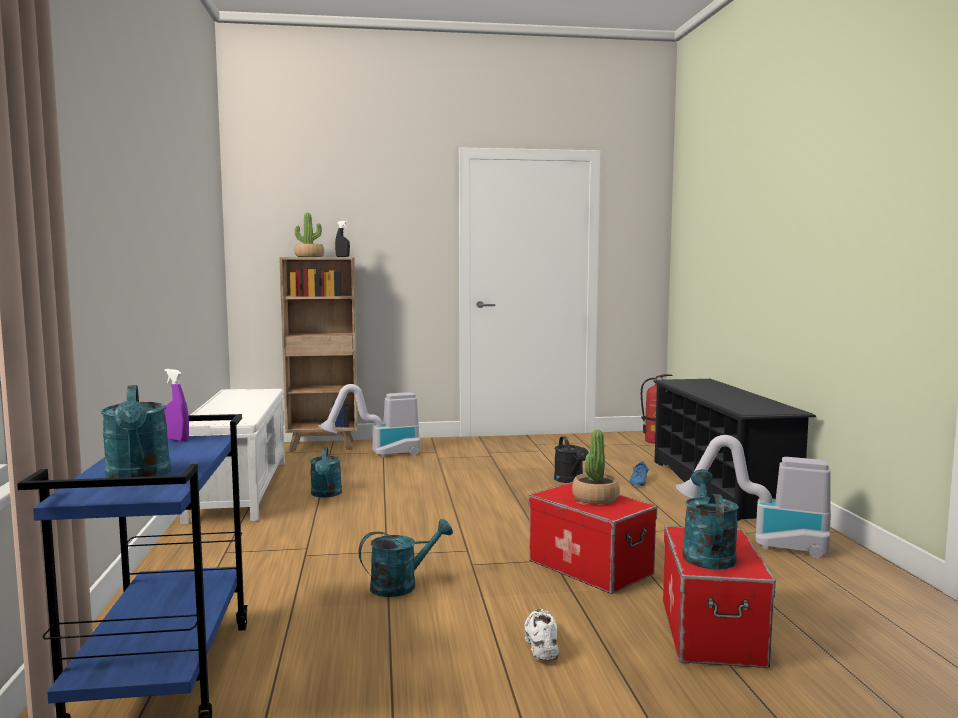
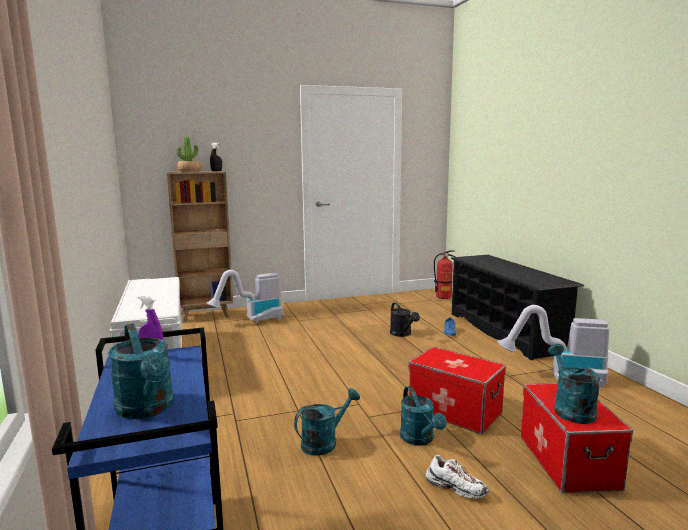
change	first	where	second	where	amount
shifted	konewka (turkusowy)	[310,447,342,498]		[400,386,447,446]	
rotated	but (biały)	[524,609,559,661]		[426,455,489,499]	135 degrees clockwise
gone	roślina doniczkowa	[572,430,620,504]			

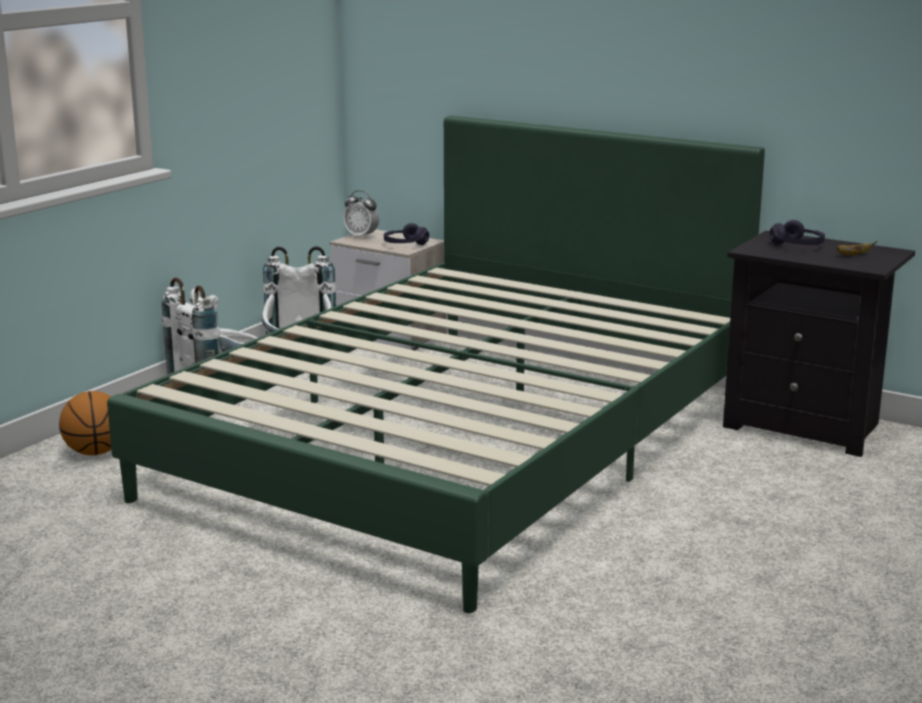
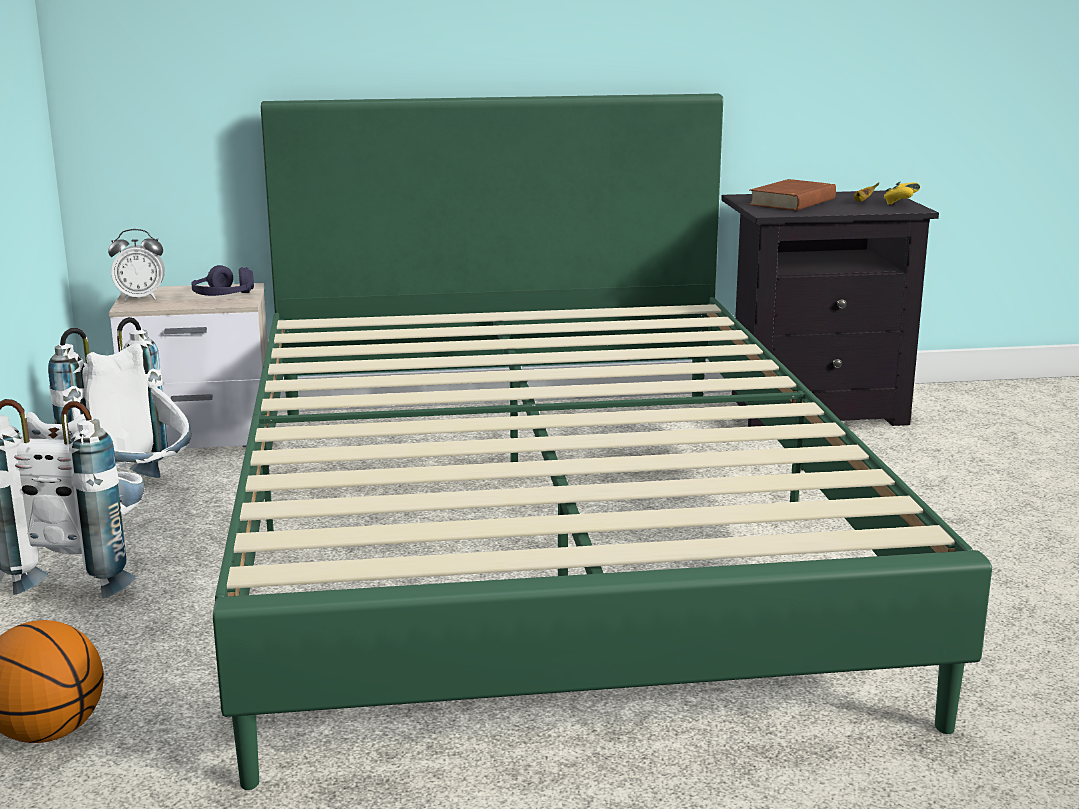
change	first	where	second	where	amount
swapped	słuchawki (fioletowy)	[769,220,825,245]	książka (brązowy)	[749,179,836,211]	
new			pad do gier (żółty)	[884,182,920,205]	

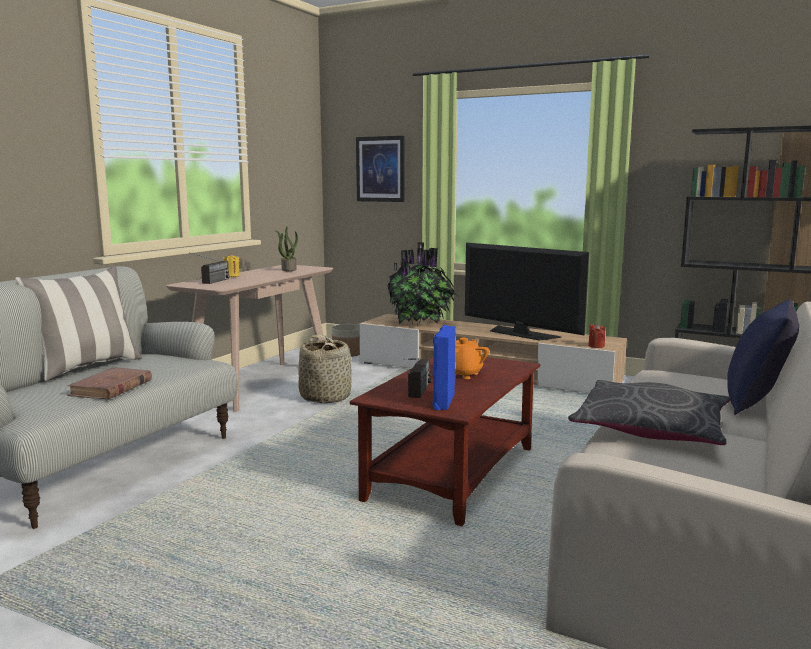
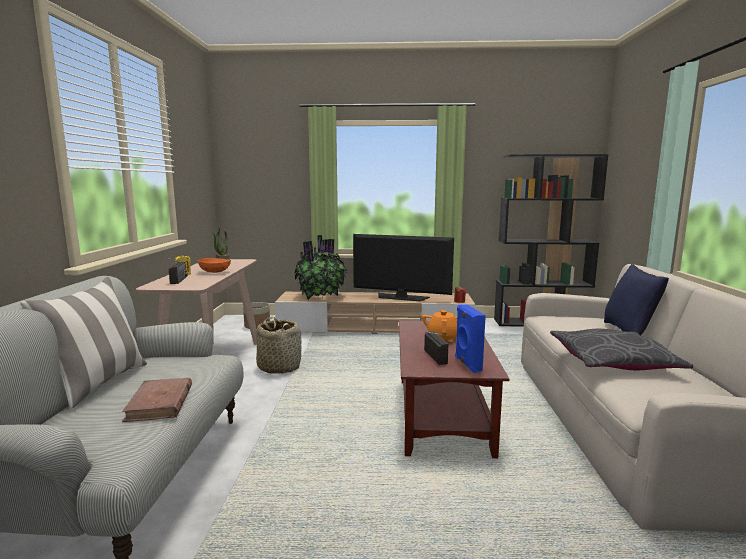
change	first	where	second	where	amount
gone	obraz	[356,136,405,202]			
new			miska (pomarańczowy)	[198,258,231,273]	

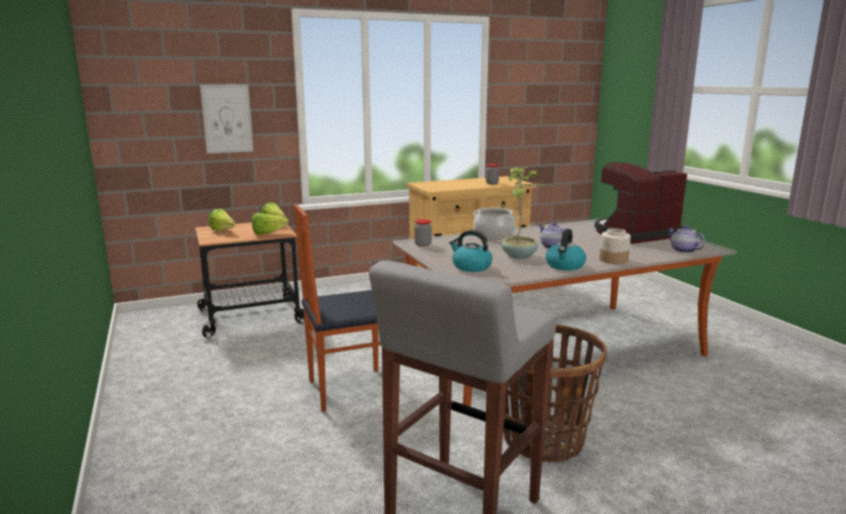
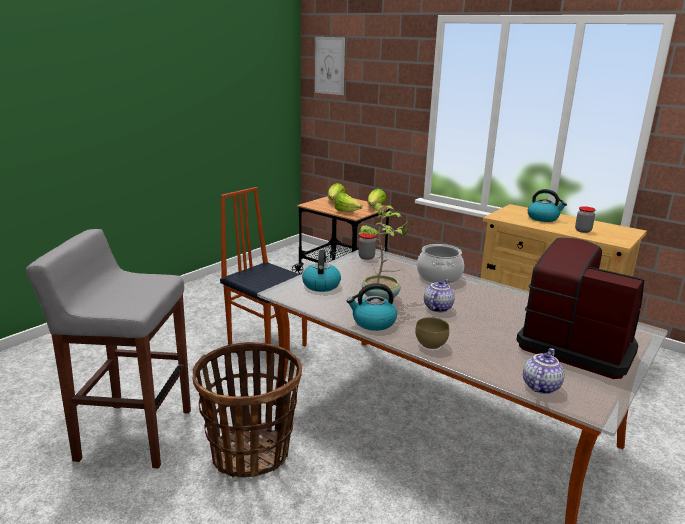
change	first	where	second	where	amount
shifted	obraz	[200,85,253,153]		[315,37,345,95]	
swapped	słoik	[599,228,631,264]	miska (brązowy)	[415,317,449,349]	
new			czajnik	[528,189,567,222]	

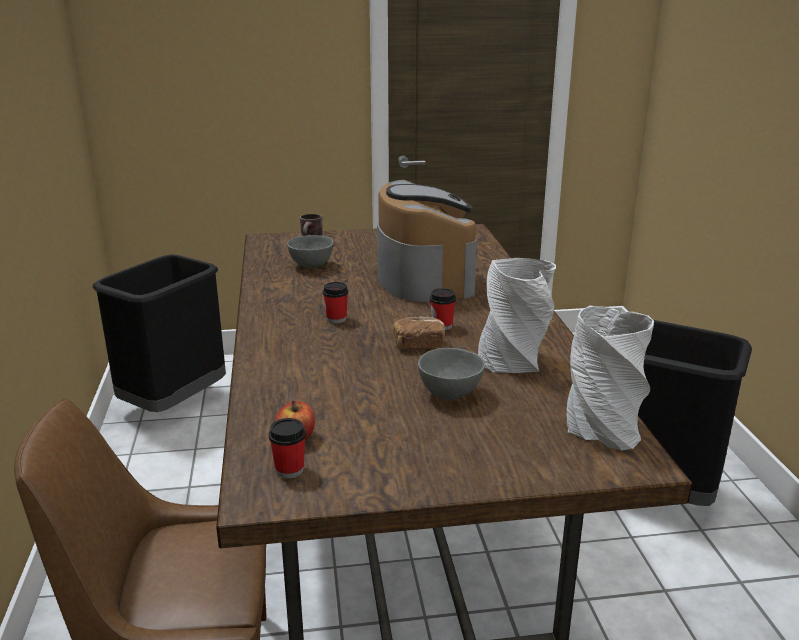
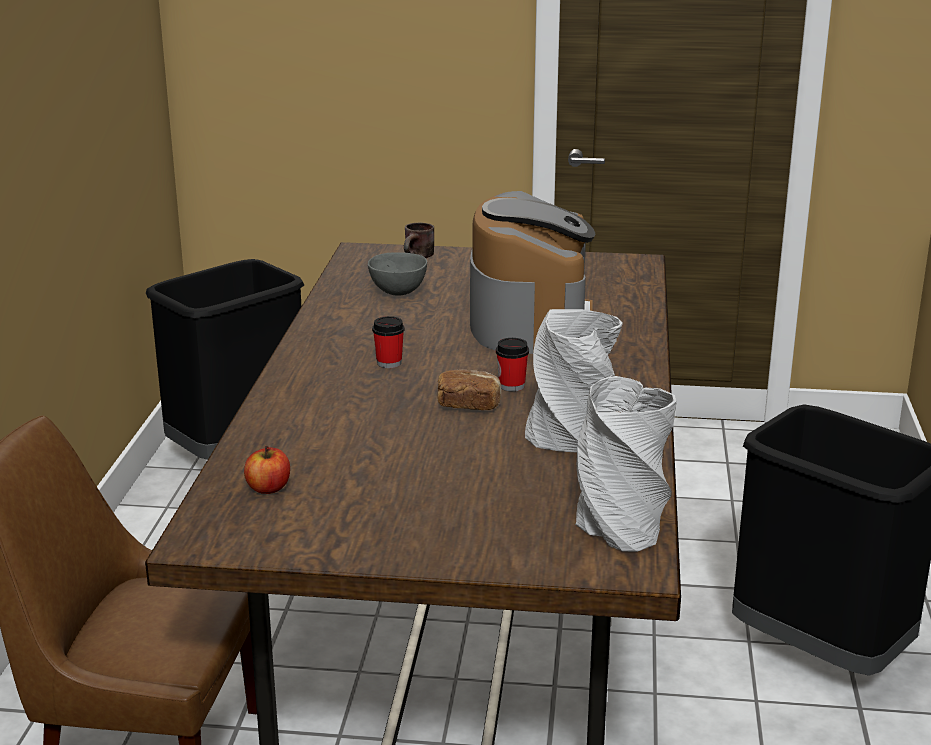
change	first	where	second	where	amount
gone	filiżanka	[269,418,306,478]			
gone	miska (szary)	[418,348,485,400]			

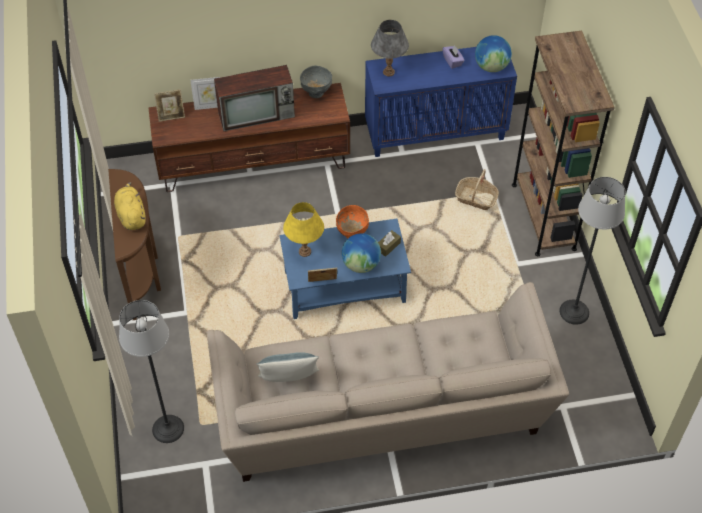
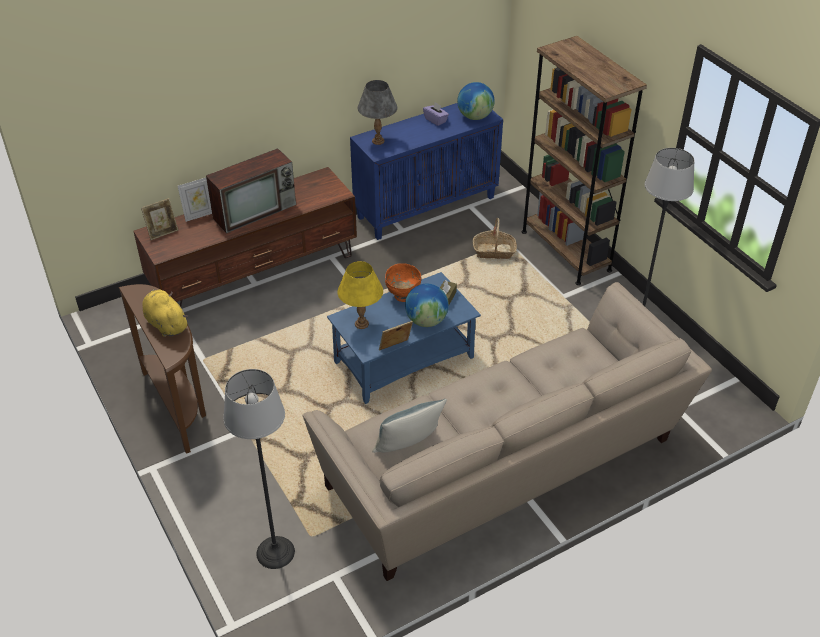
change	first	where	second	where	amount
gone	miska (szary)	[300,66,332,98]			

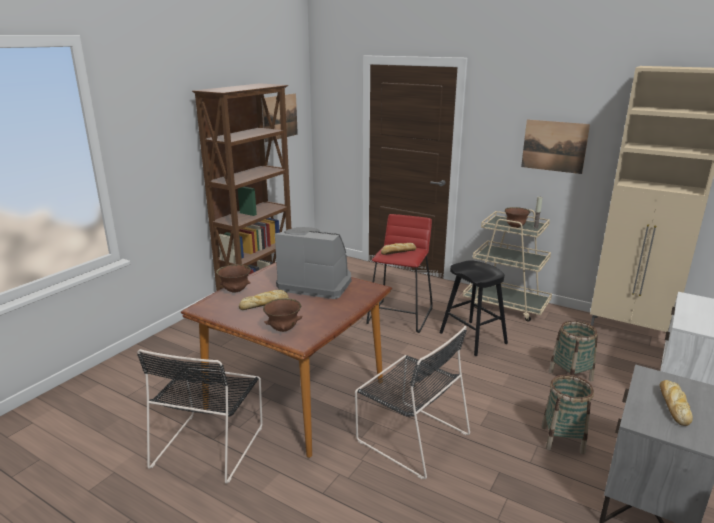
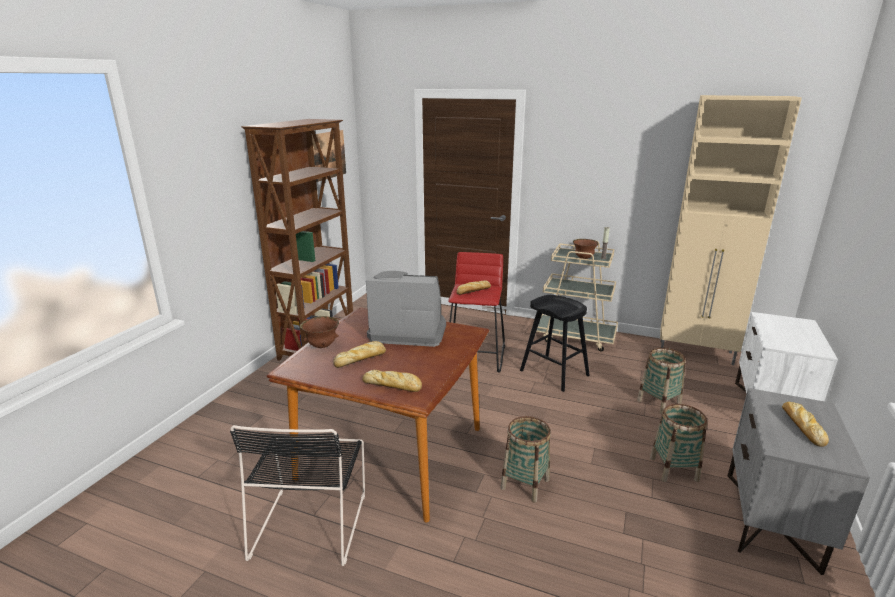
change	first	where	second	where	amount
swapped	miska (brązowy)	[263,298,303,332]	chleb	[362,370,422,392]	
swapped	krzesło (czarny)	[355,326,470,479]	koszyk	[501,416,551,503]	
gone	obraz	[521,119,590,174]			

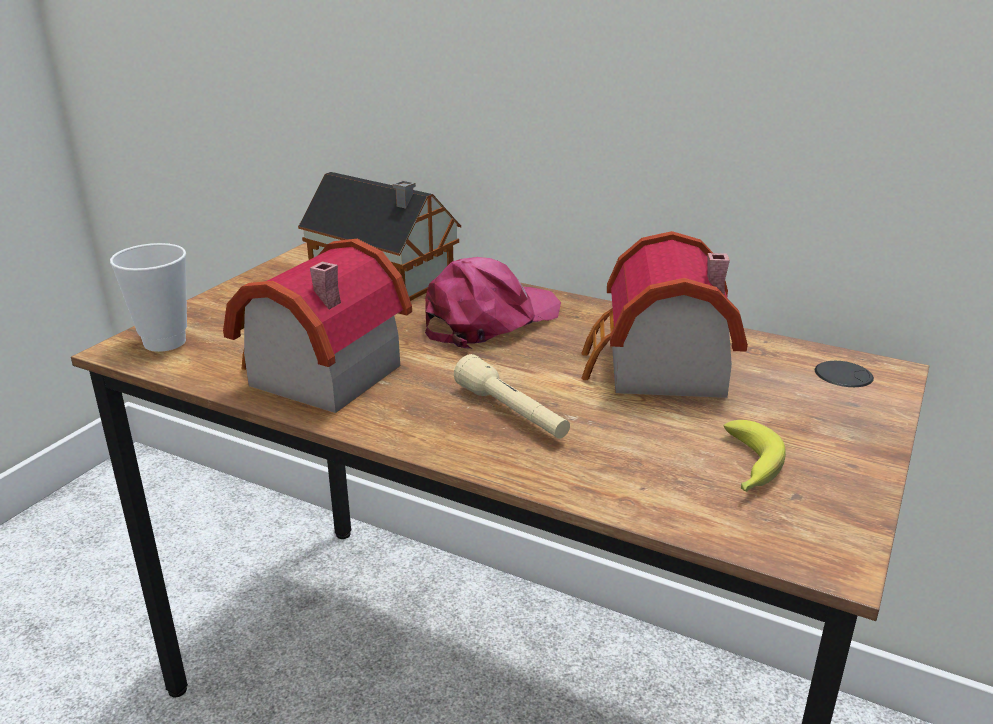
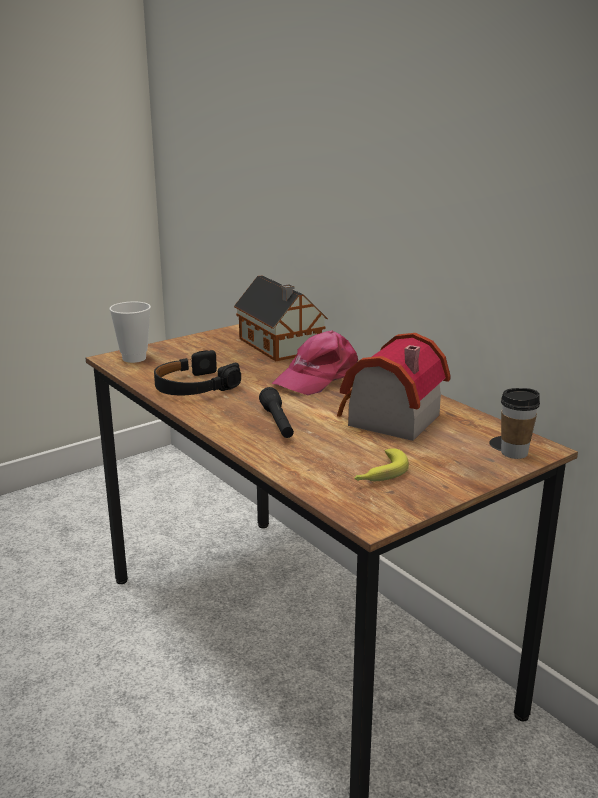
change	first	where	second	where	amount
swapped	domek	[223,239,412,413]	słuchawki (czarny)	[154,350,241,395]	
rotated	czapka z daszkiem (różowy)	[425,257,561,349]		[272,330,358,395]	150 degrees clockwise
repainted	latarka (beżowy)	[454,354,570,439]	latarka (czarny)	[259,387,294,438]	
new			filiżanka	[501,388,540,459]	

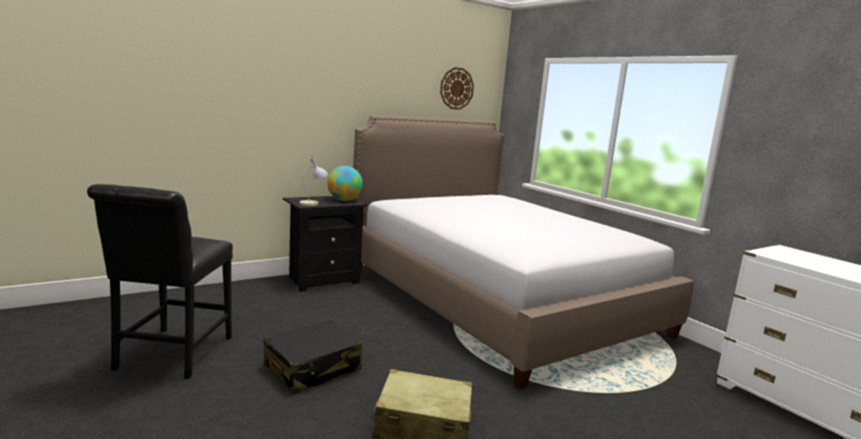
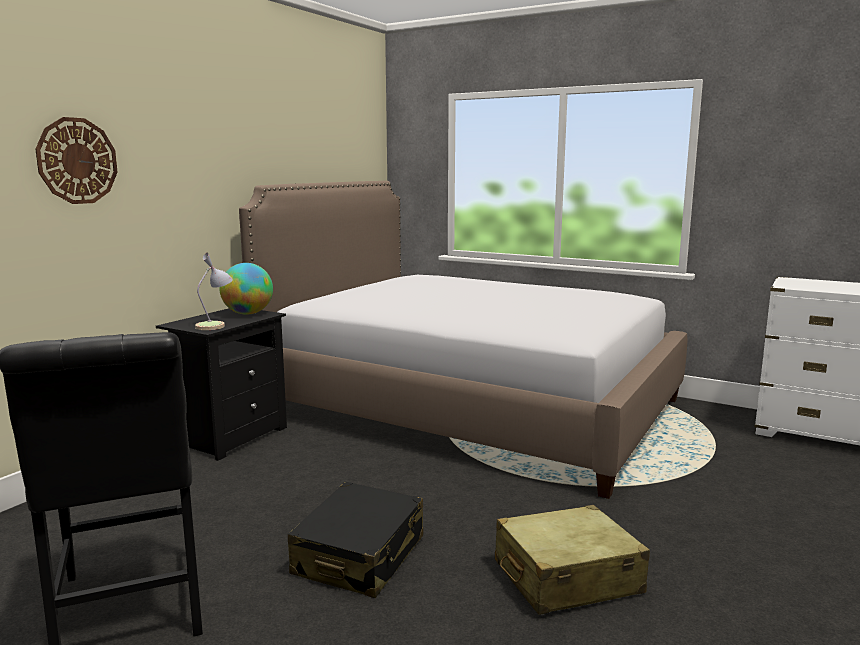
change	first	where	second	where	amount
shifted	zegar ścienny	[440,67,474,110]		[35,117,118,204]	

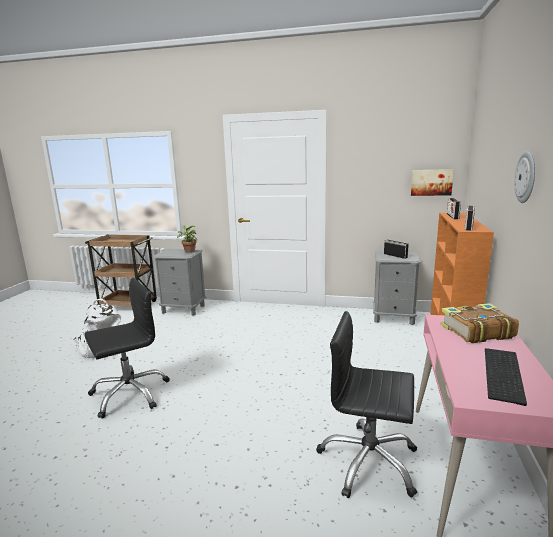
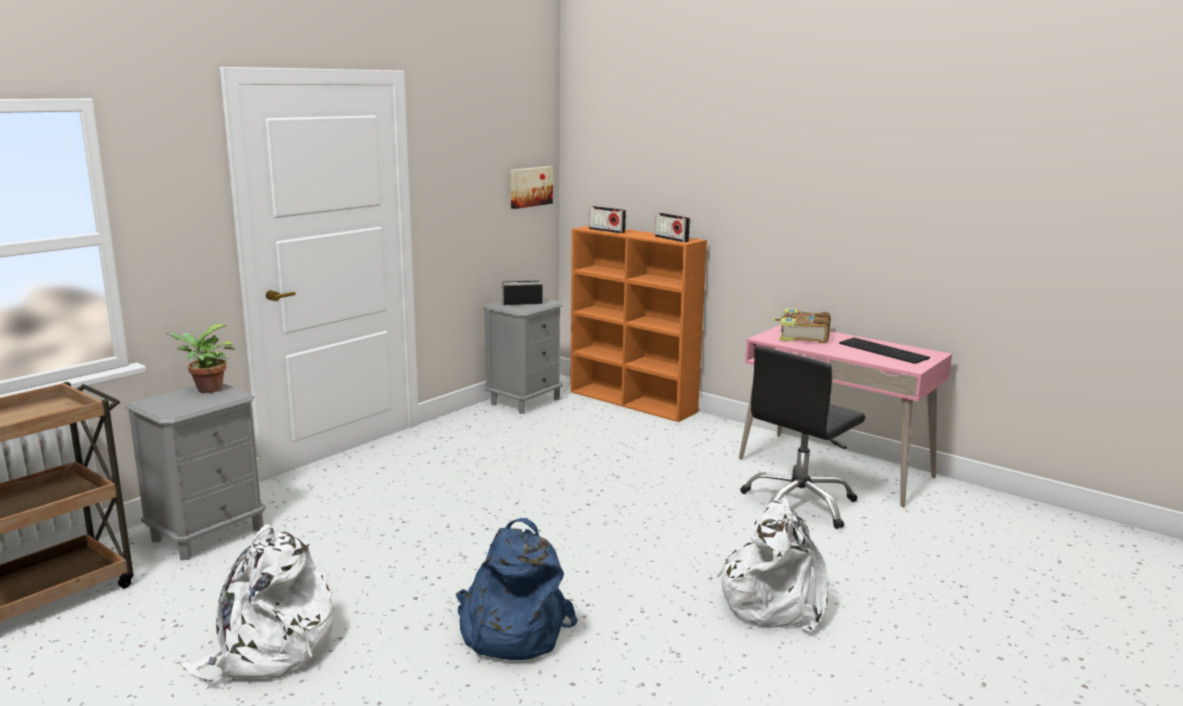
change	first	where	second	where	amount
swapped	krzesło biurowe (czarny)	[84,278,170,419]	plecak (niebieski)	[456,518,578,660]	
gone	zegar ścienny	[515,152,535,203]			
new			plecak (biały)	[717,499,828,633]	

